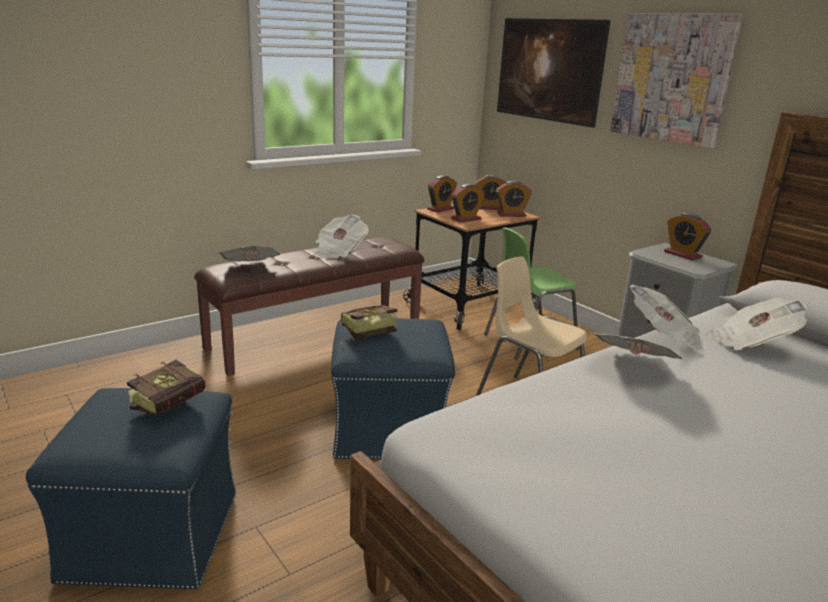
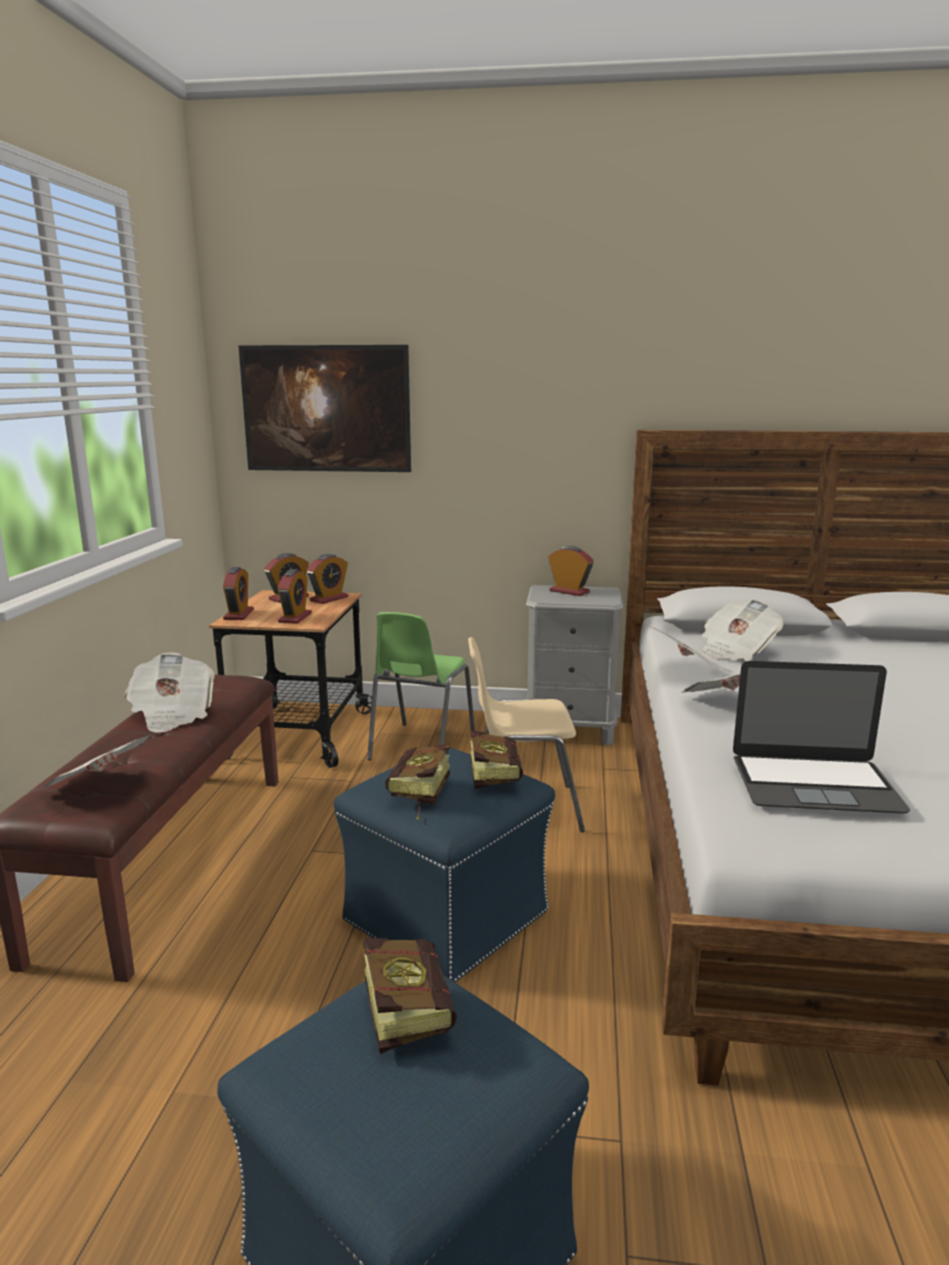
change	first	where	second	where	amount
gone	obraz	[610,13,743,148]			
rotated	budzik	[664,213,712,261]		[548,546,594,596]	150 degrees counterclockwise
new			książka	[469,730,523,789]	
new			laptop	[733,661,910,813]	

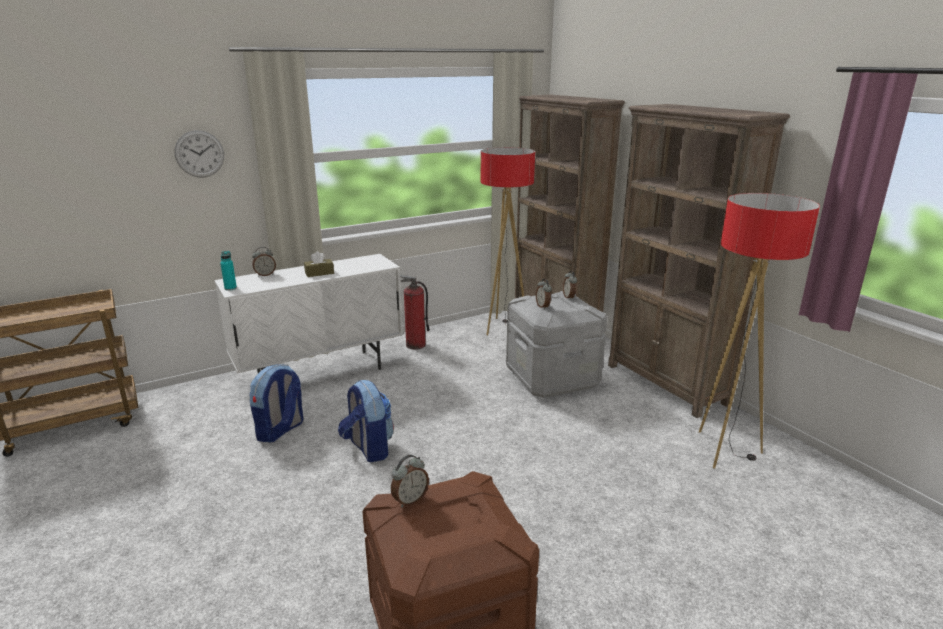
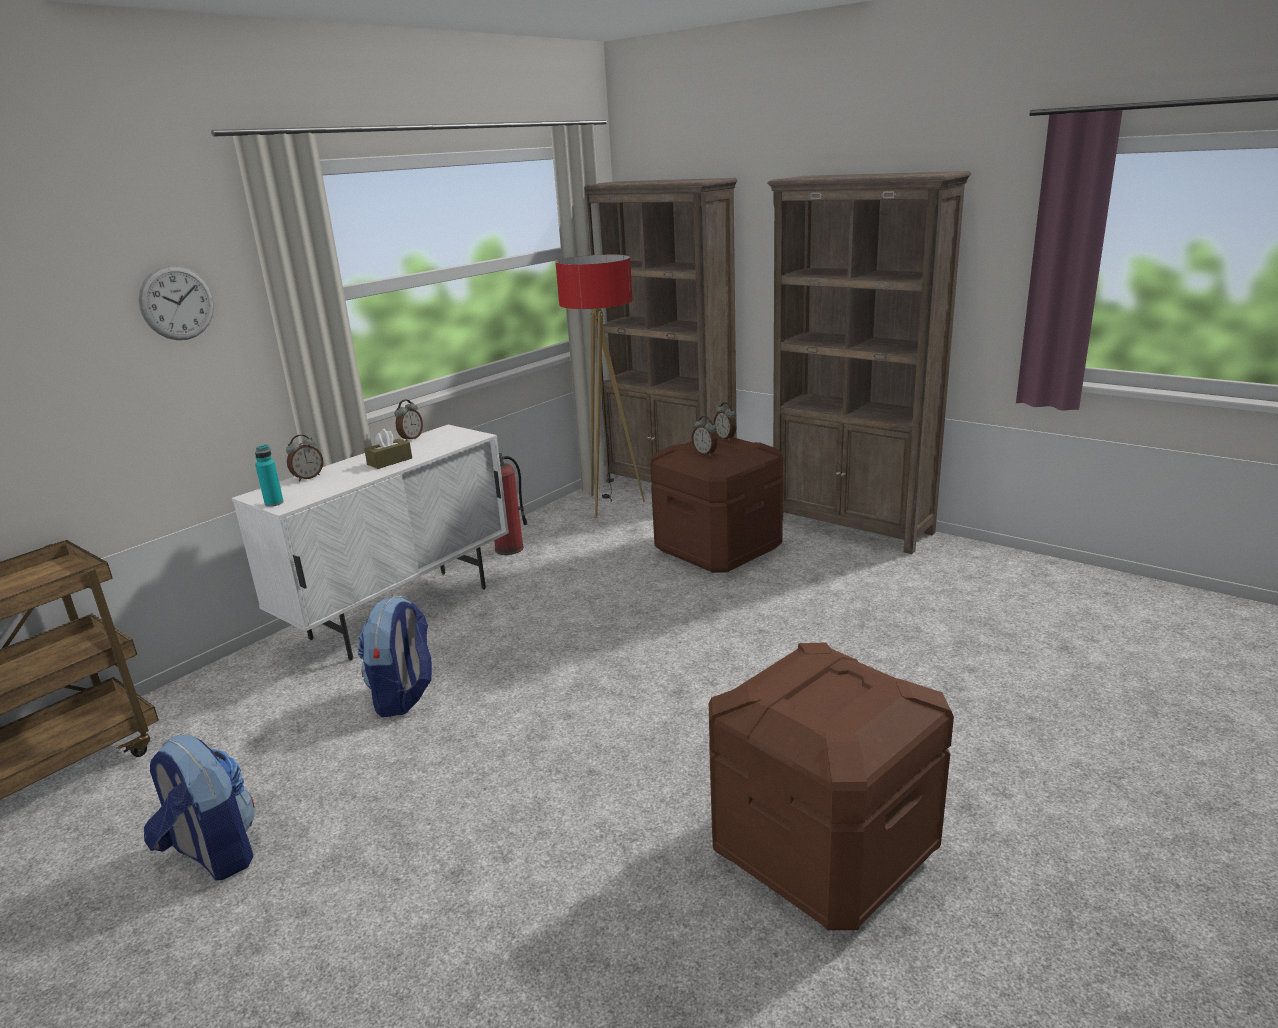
change	first	where	second	where	amount
shifted	plecak	[338,380,394,462]		[144,735,255,881]	
shifted	budzik	[391,455,429,508]		[395,400,423,441]	
repainted	pojemnik do przechowywania (szary)	[506,291,607,398]	pojemnik do przechowywania (brązowy)	[650,436,783,573]	
gone	lampa stojąca	[699,193,820,469]			

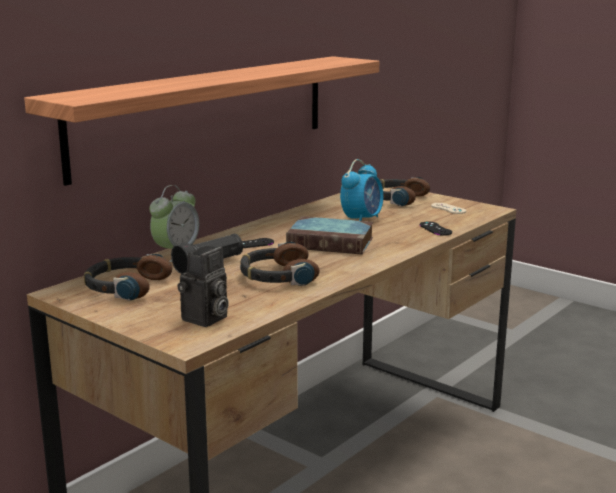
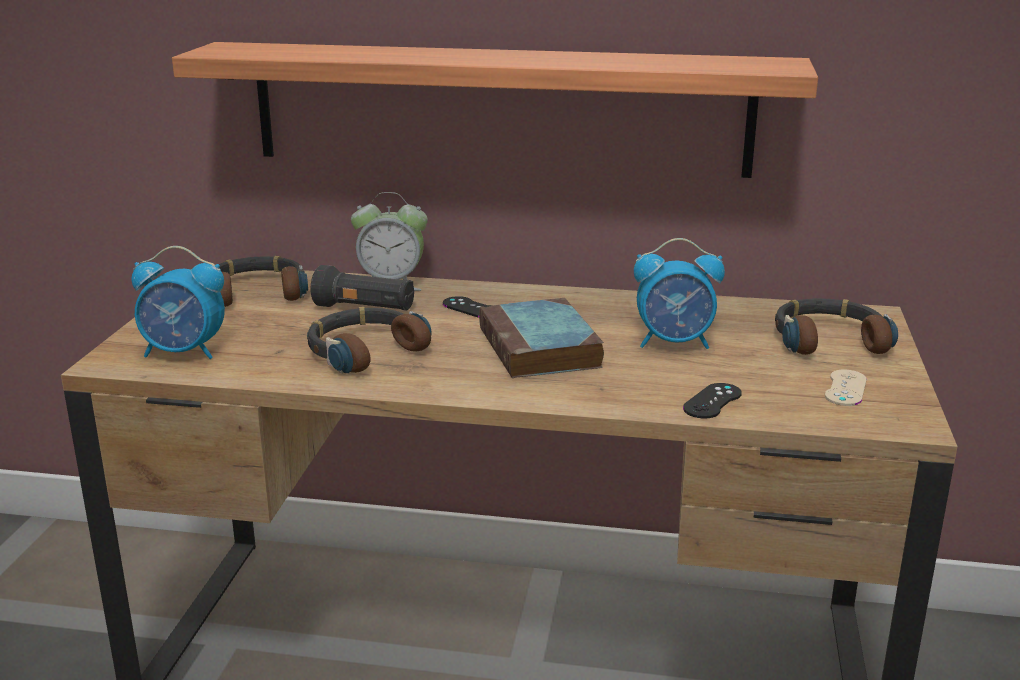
change	first	where	second	where	amount
swapped	aparat fotograficzny	[177,246,229,327]	budzik	[132,246,225,359]	

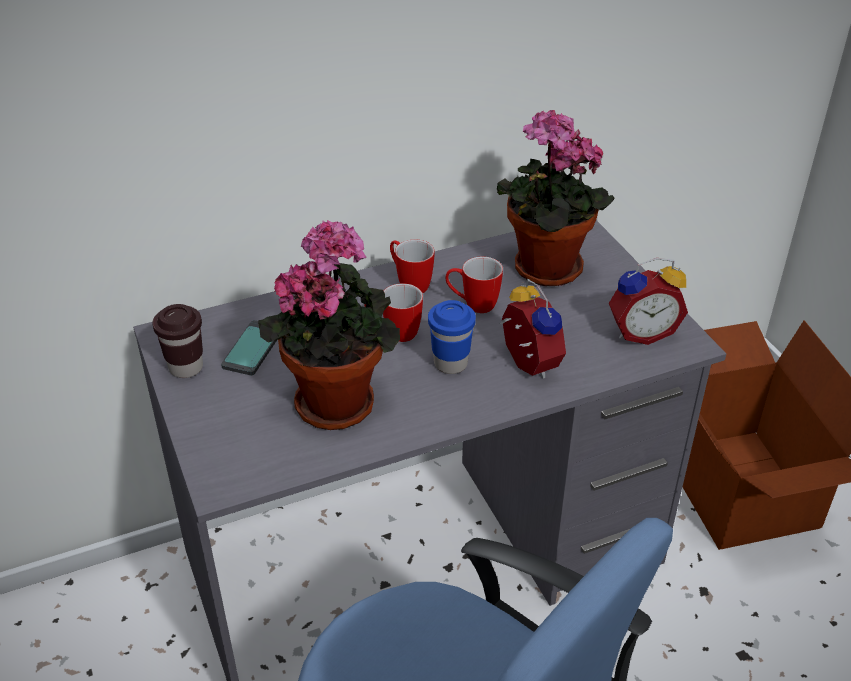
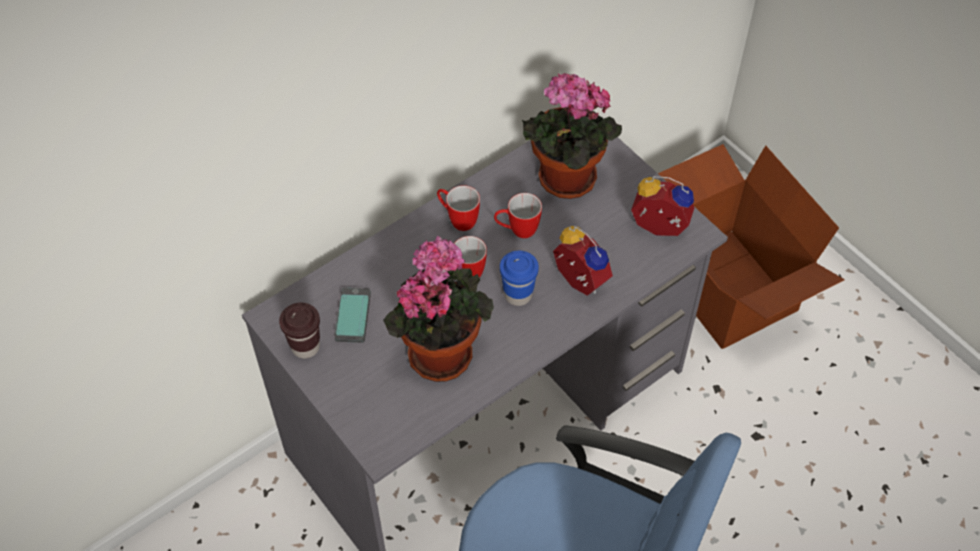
change	first	where	second	where	amount
rotated	budzik	[609,258,688,345]		[631,176,694,236]	135 degrees counterclockwise

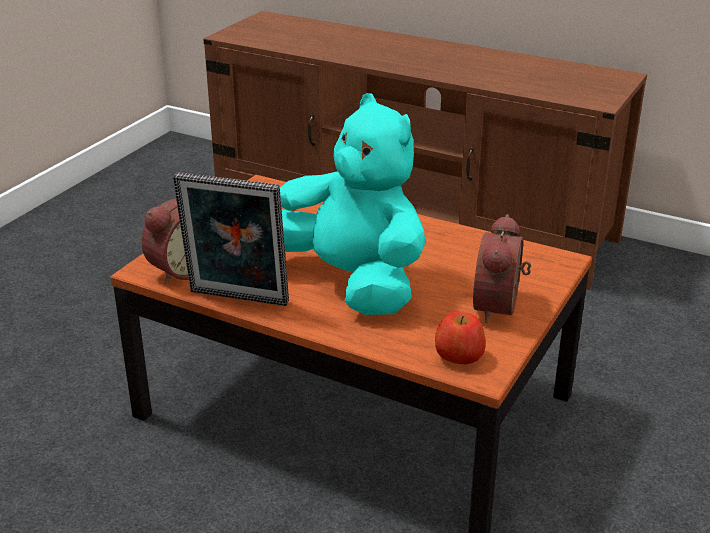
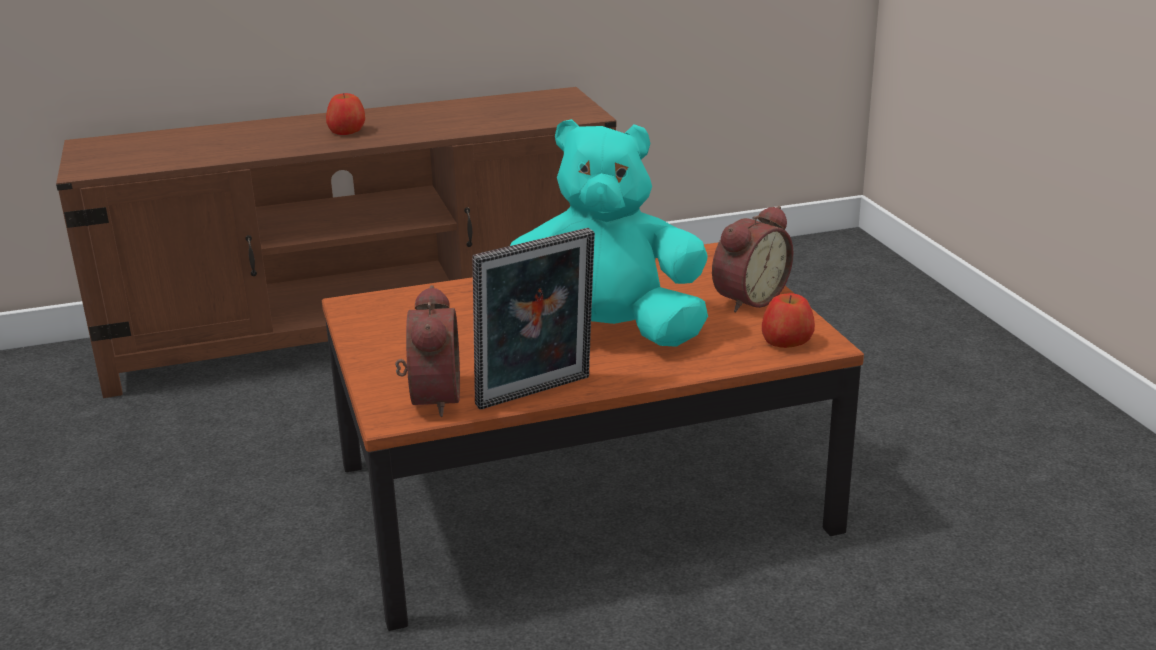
change	first	where	second	where	amount
rotated	budzik	[473,214,531,323]		[712,206,793,312]	105 degrees counterclockwise
new			jabłko	[326,93,365,135]	

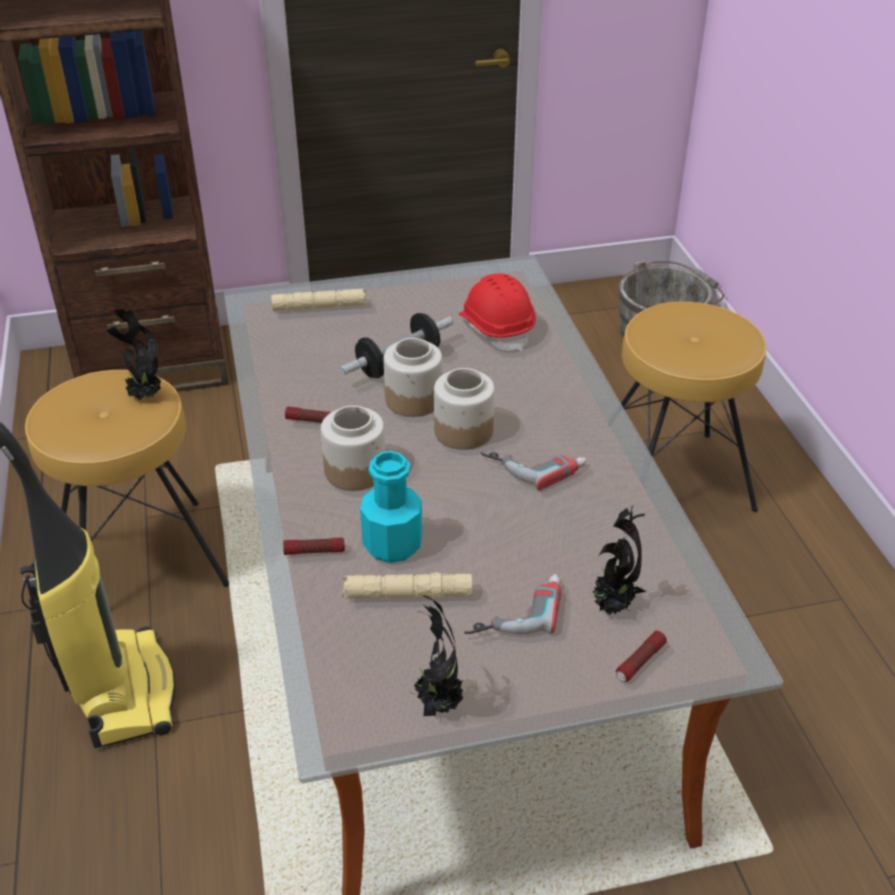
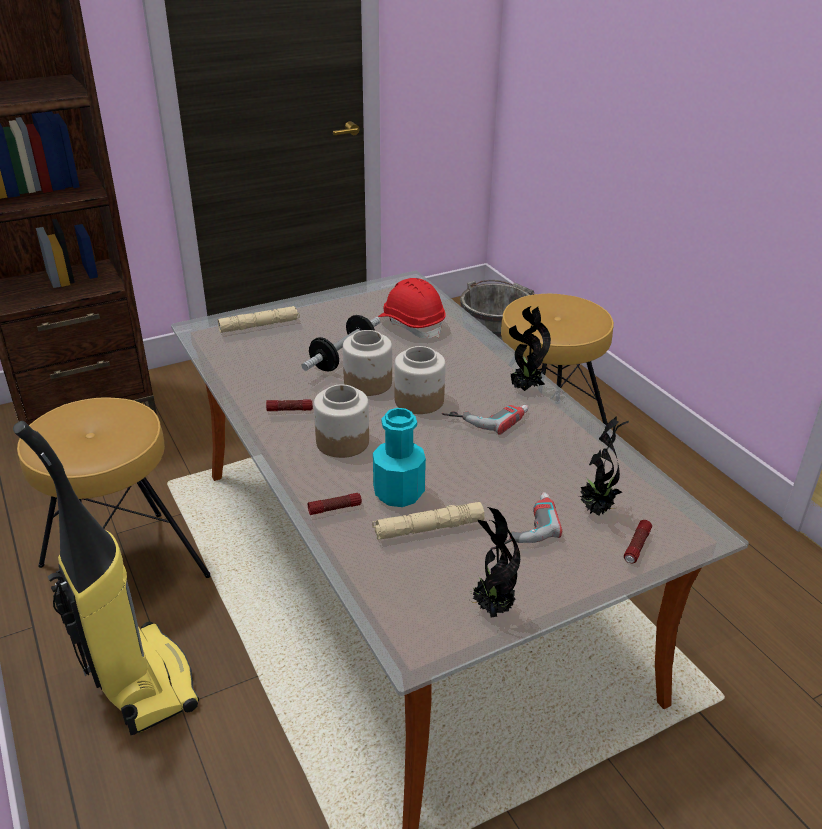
change	first	where	second	where	amount
shifted	roślina doniczkowa	[107,309,161,400]		[509,306,551,391]	

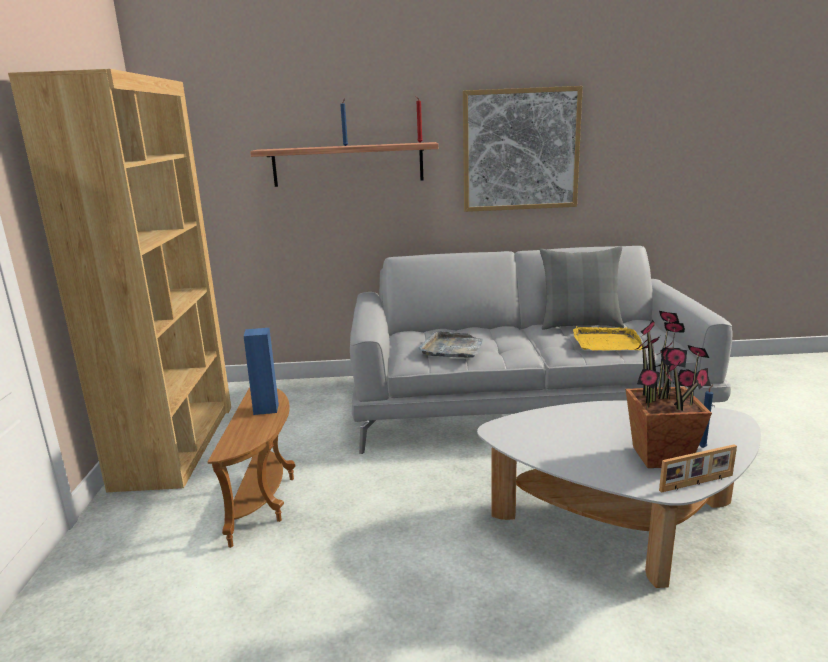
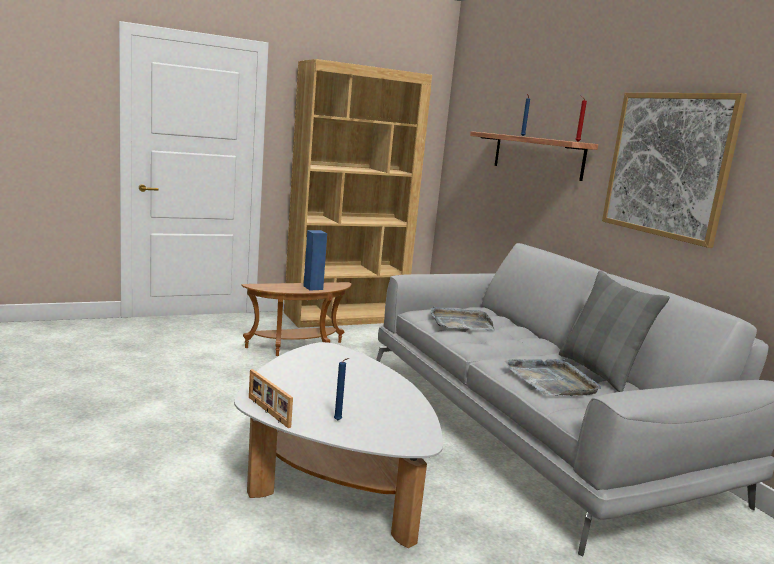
change	first	where	second	where	amount
repainted	taca (żółty)	[573,326,643,351]	taca (szary)	[505,359,601,396]	
gone	roślina doniczkowa	[626,311,712,468]			

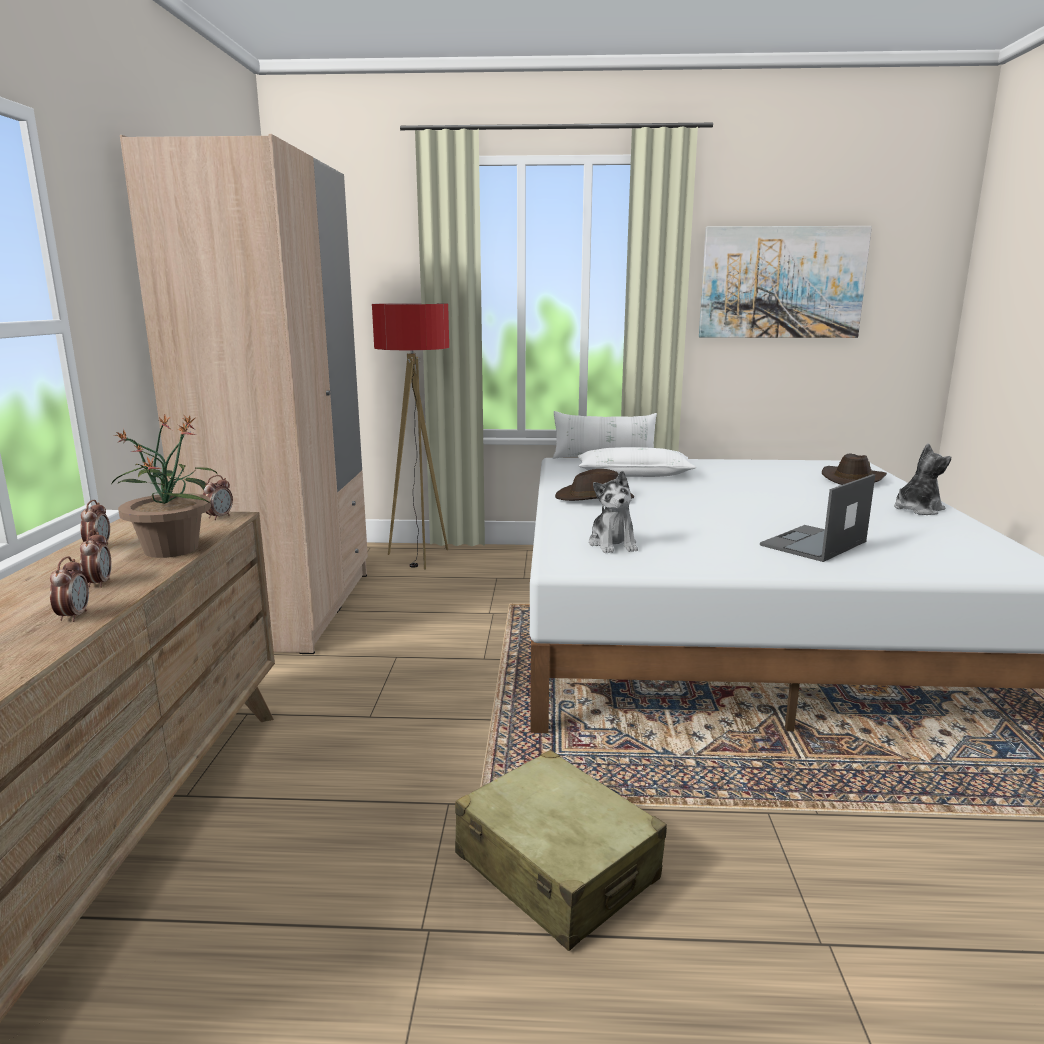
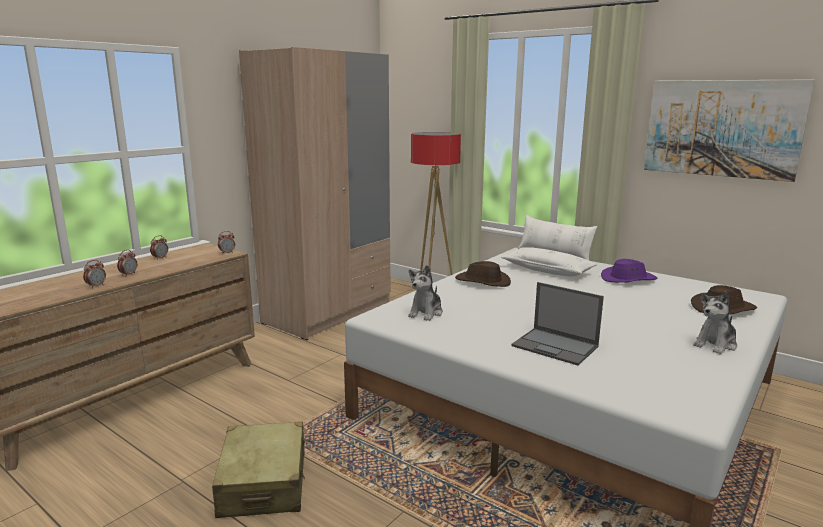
change	first	where	second	where	amount
gone	roślina doniczkowa	[111,414,218,558]			
rotated	laptop	[760,474,875,562]		[511,282,604,365]	135 degrees counterclockwise
rotated	pluszak	[894,443,951,515]		[693,291,737,354]	135 degrees clockwise
new			kapelusz (fioletowy)	[601,259,657,282]	

